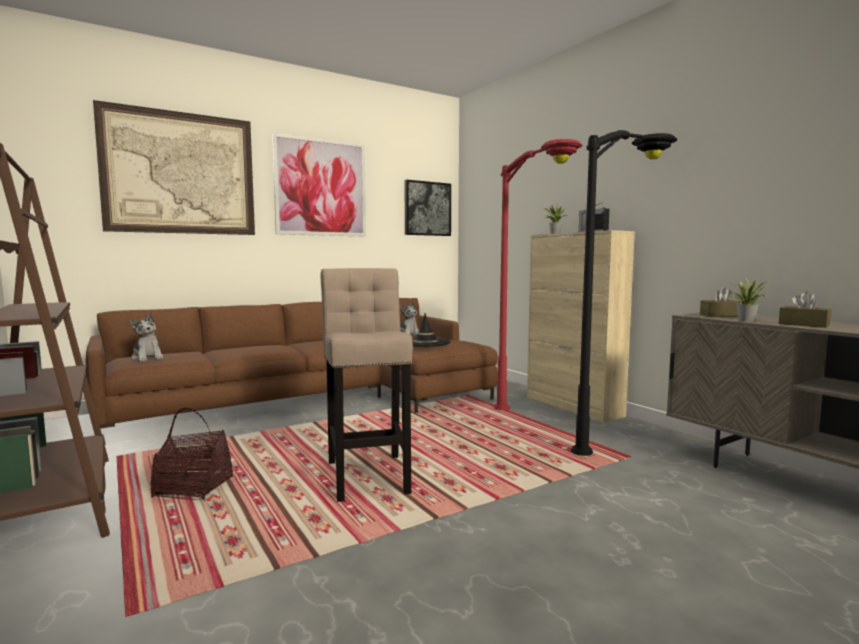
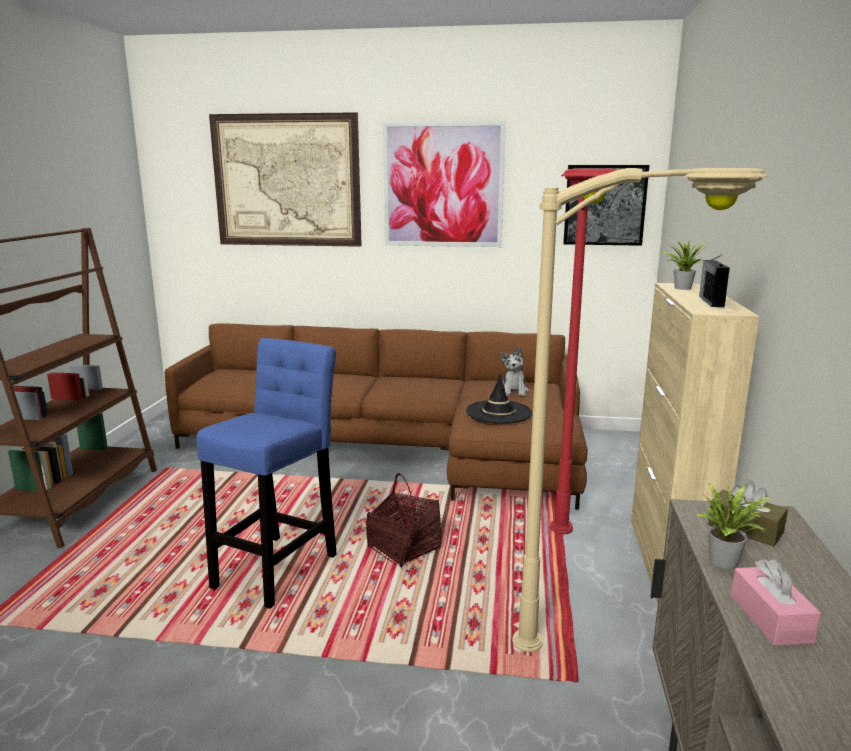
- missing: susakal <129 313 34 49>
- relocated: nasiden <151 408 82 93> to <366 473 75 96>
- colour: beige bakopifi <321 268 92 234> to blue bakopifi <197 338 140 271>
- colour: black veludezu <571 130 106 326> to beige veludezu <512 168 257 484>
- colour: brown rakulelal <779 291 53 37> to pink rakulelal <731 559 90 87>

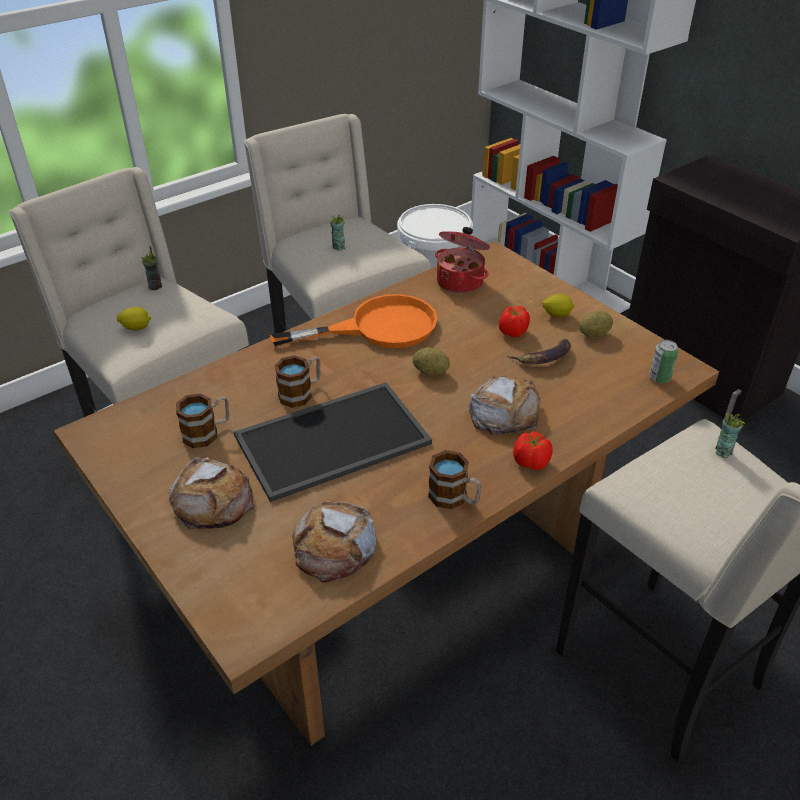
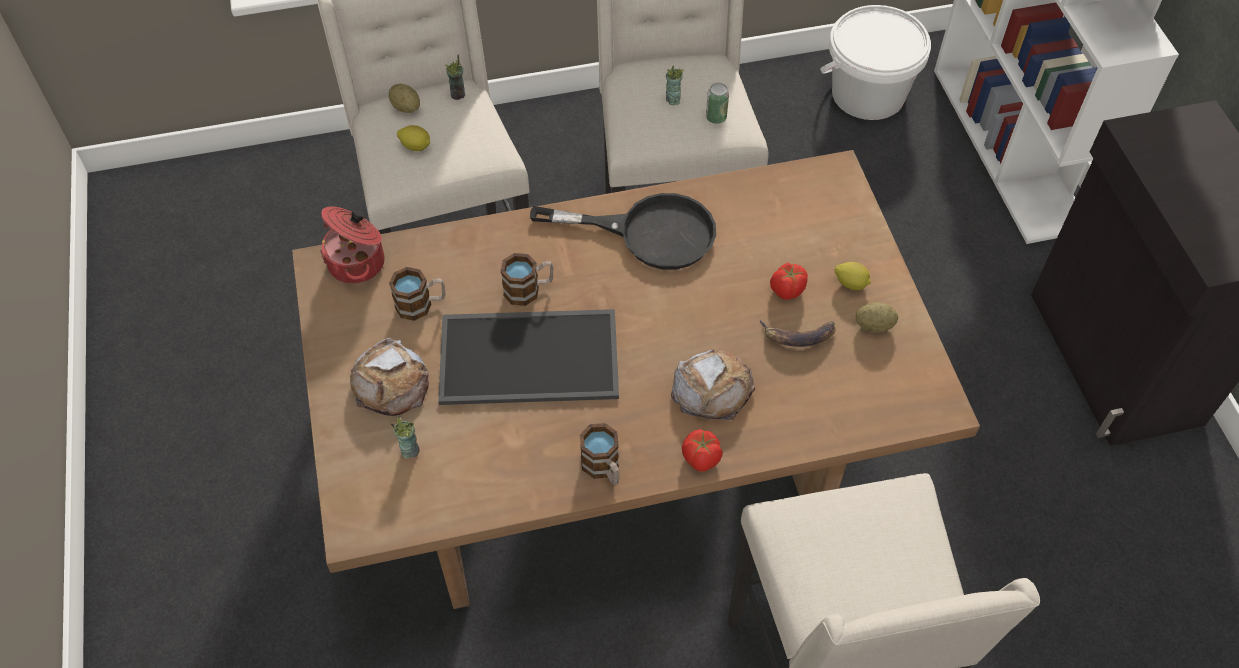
- missing: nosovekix <292 501 85 81>
- relocated: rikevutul <413 347 37 28> to <389 84 31 29>
- relocated: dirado <435 227 55 67> to <320 207 65 77>
- relocated: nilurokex <649 340 29 43> to <706 83 23 41>
- relocated: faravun <715 412 30 46> to <390 417 30 42>
- colour: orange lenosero <270 294 167 54> to black lenosero <530 193 186 77>

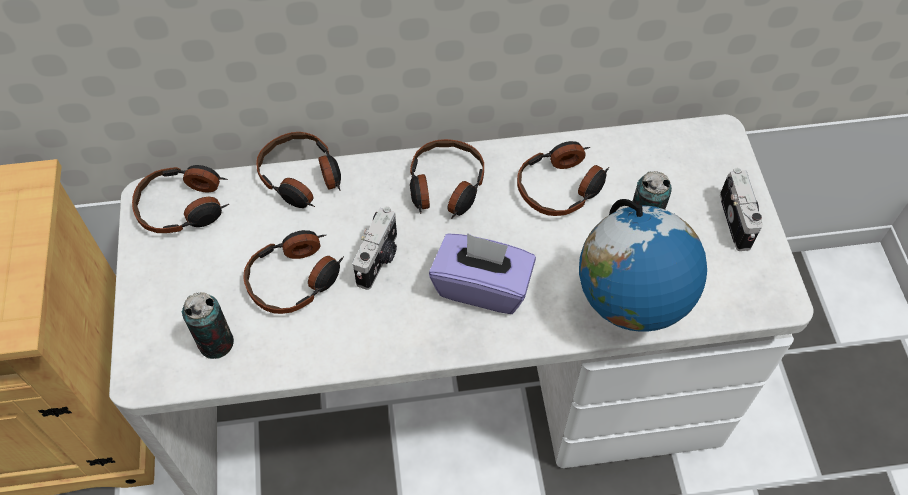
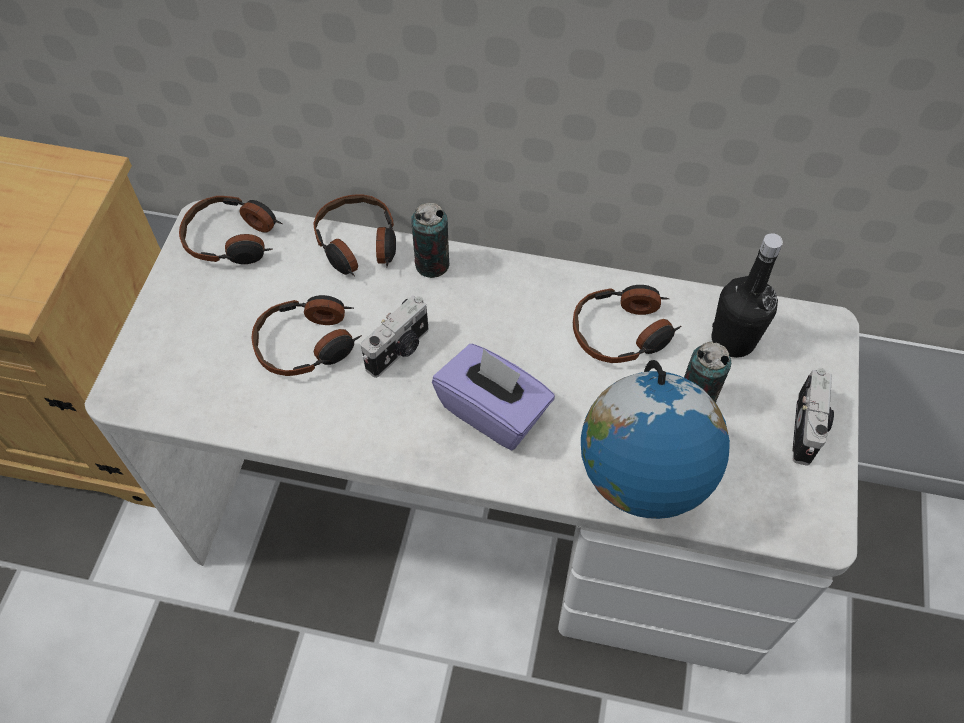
- missing: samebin <410 139 74 80>
- appeared: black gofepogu <712 233 71 125>
- relocated: nilurokex <182 292 52 67> to <411 203 39 75>

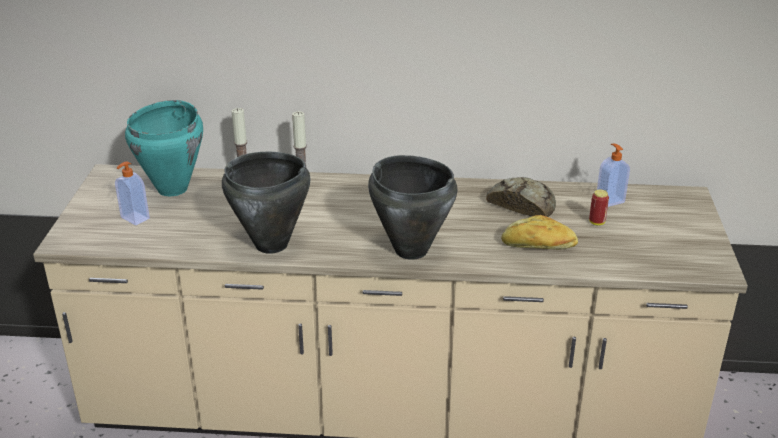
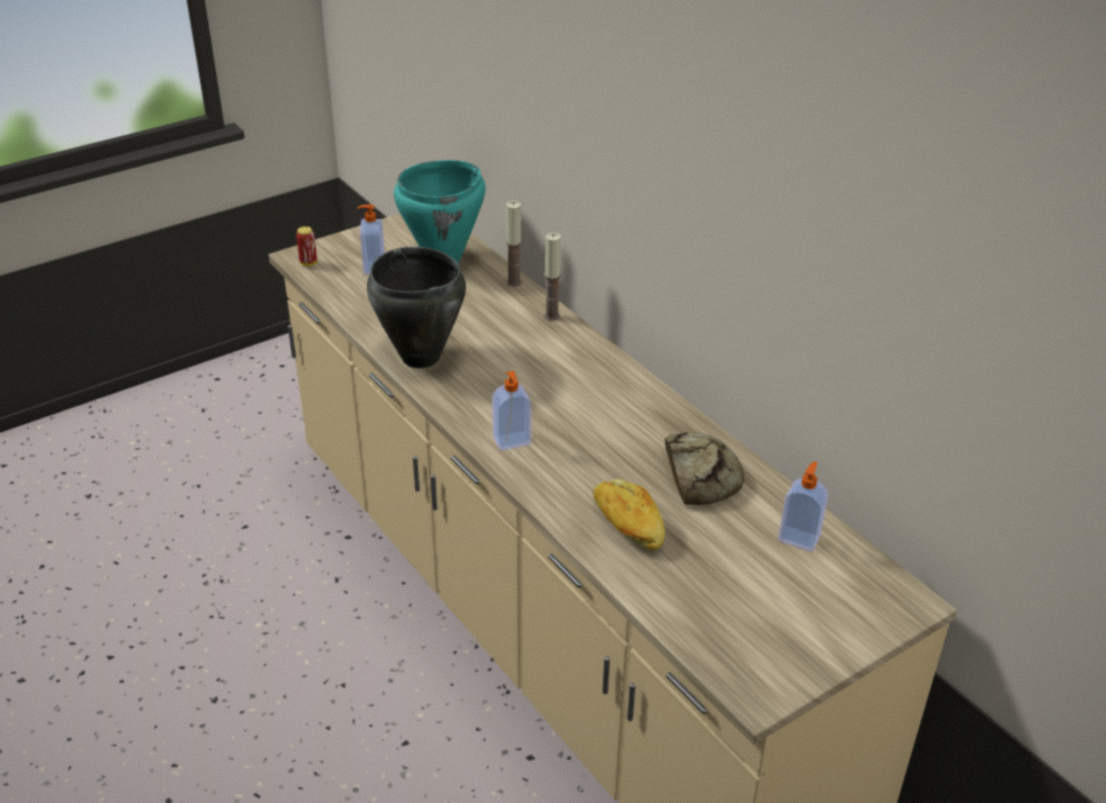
- relocated: nilurokex <589 190 20 35> to <296 226 21 40>
- exchanged: black dirado <368 155 89 105> to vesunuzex <492 371 39 80>

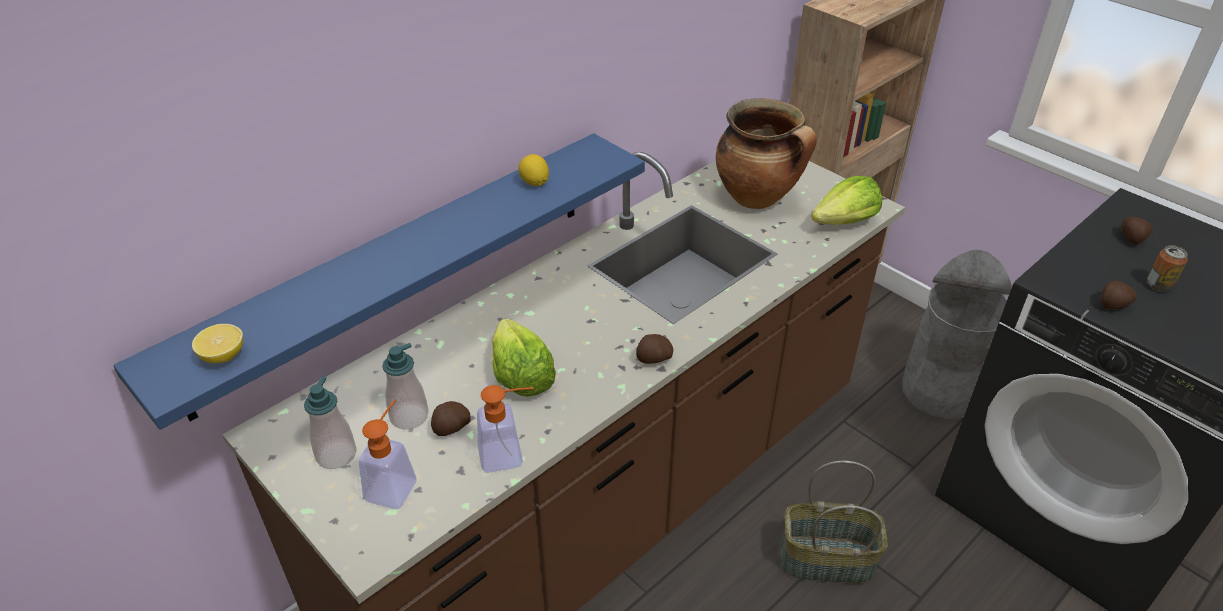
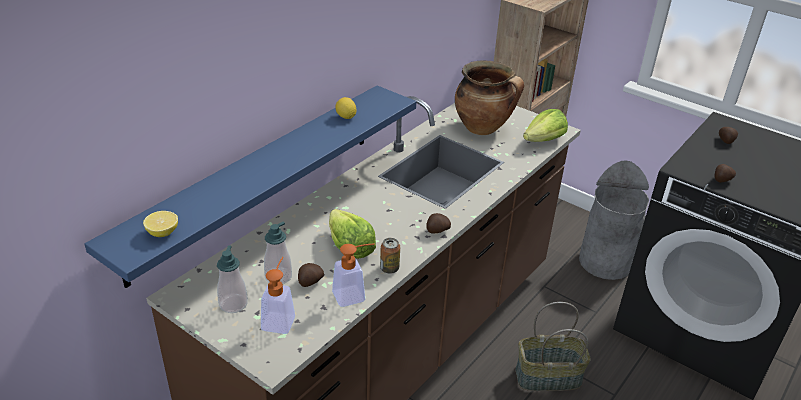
- relocated: nilurokex <1146 245 42 46> to <380 238 20 36>

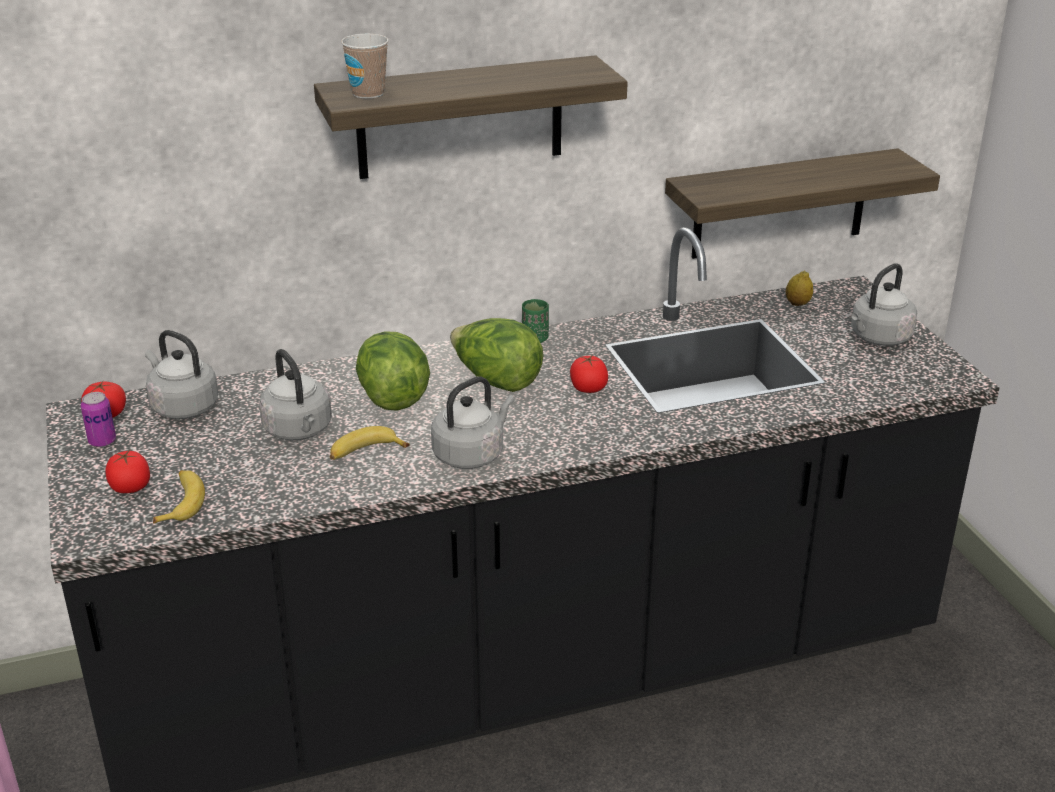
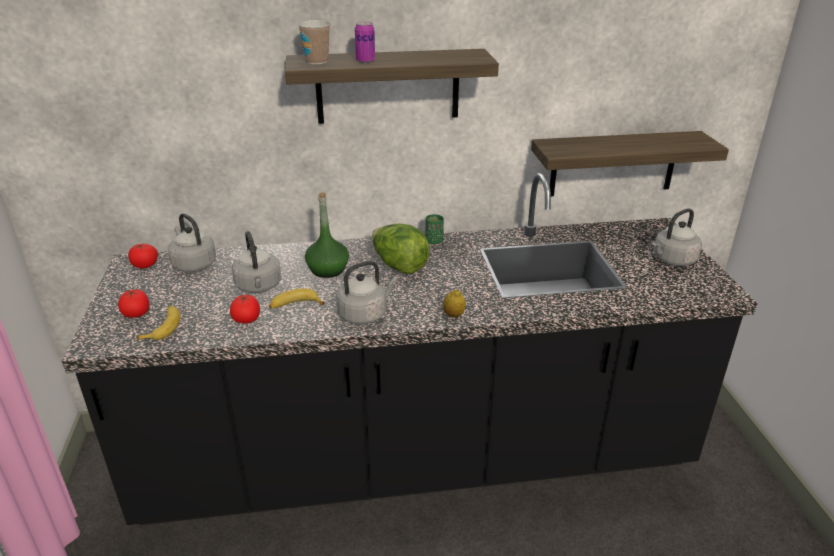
- relocated: nilurokex <81 392 35 55> to <355 22 20 41>
- relocated: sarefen <570 356 38 37> to <230 295 30 28>
- relocated: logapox <786 271 27 35> to <443 289 22 28>
- exchanged: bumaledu <356 332 74 79> to green gofepogu <305 192 44 86>

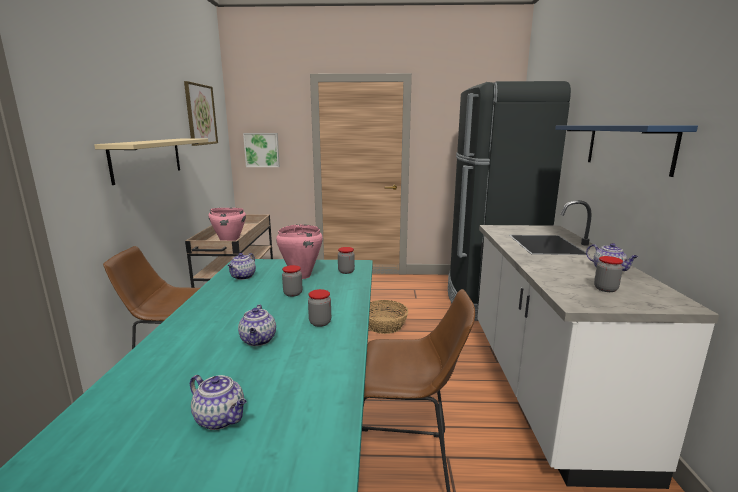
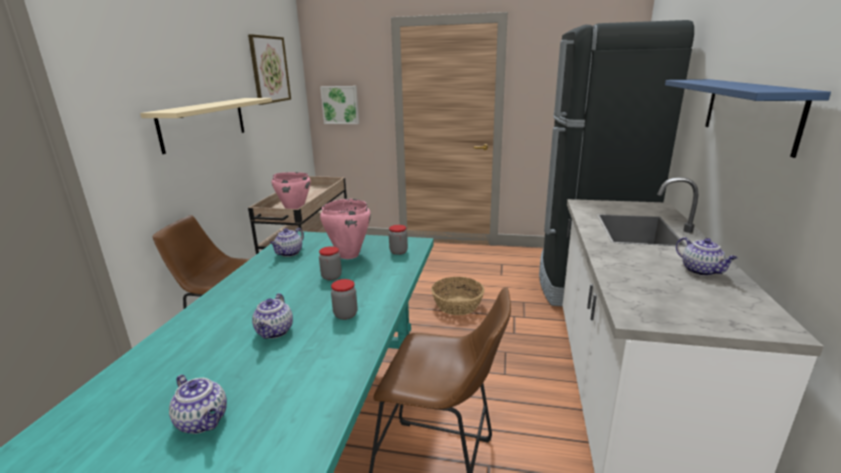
- missing: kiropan <594 256 29 36>

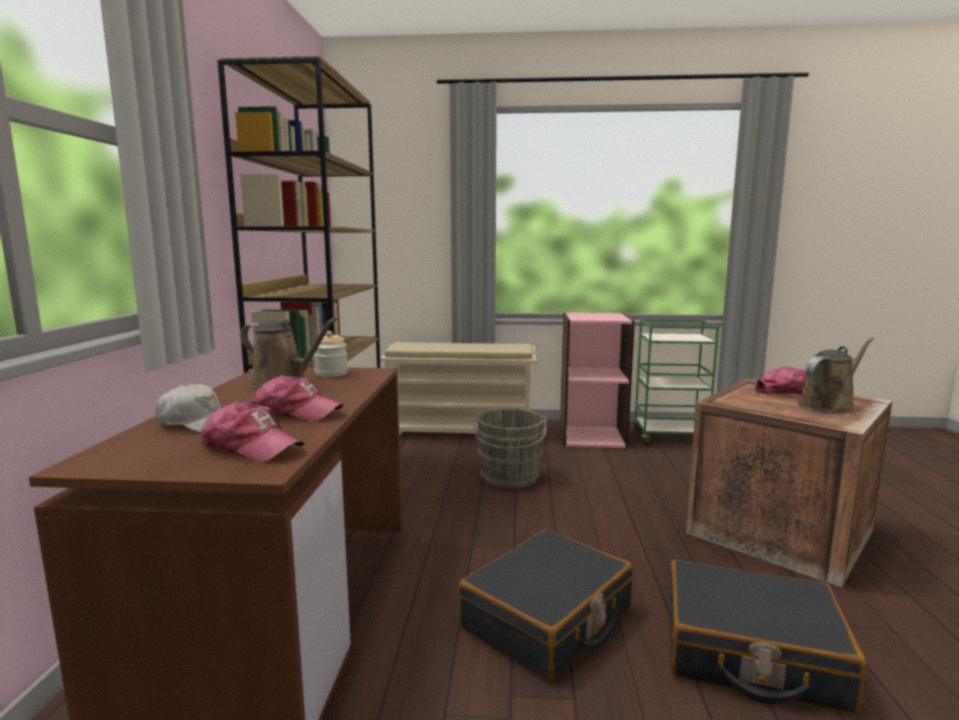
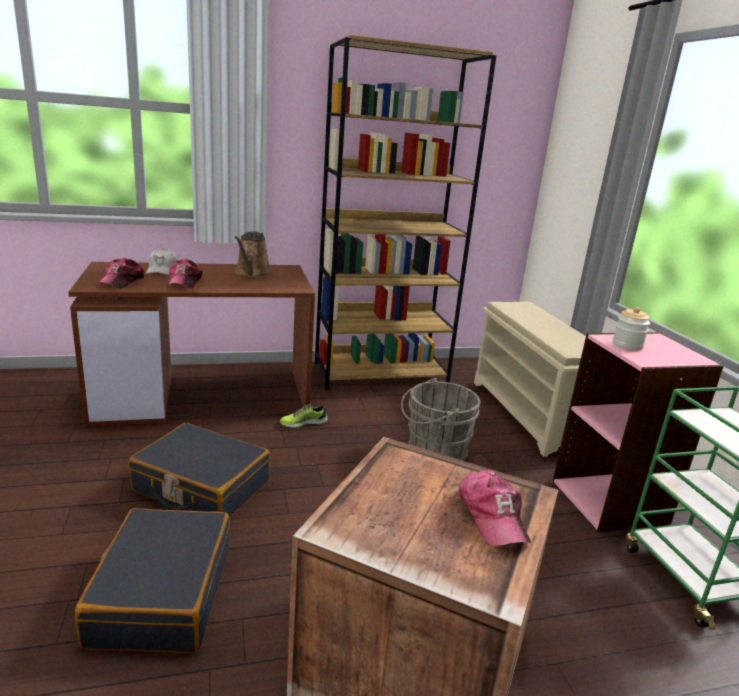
- missing: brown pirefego <797 337 77 76>
- appeared: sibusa <280 404 48 24>
- relocated: kiropan <314 331 34 46> to <613 307 37 44>

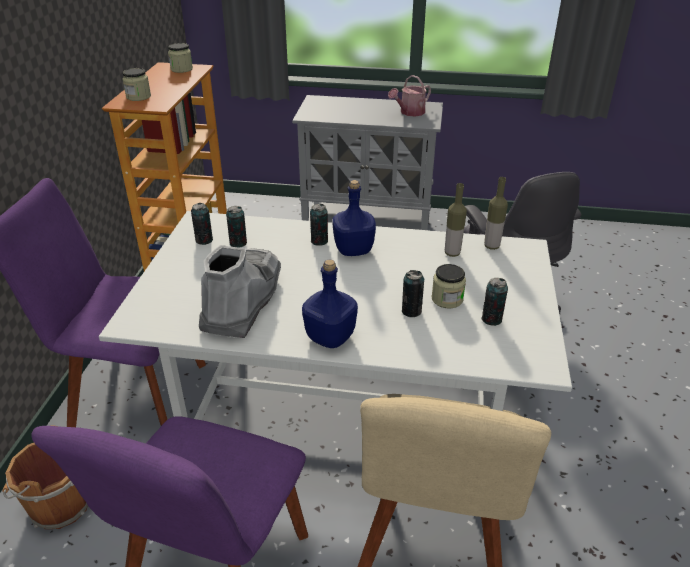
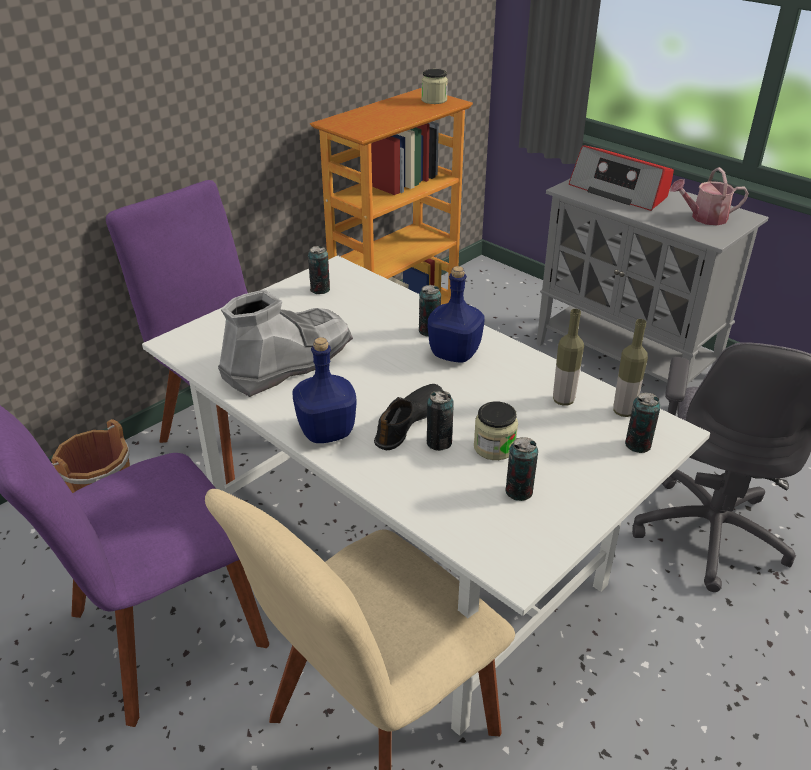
- missing: kiropan <122 68 29 33>
- appeared: black sibusa <374 384 69 66>
- appeared: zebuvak <569 145 105 66>
- relocated: nilurokex <226 206 21 42> to <625 392 36 61>

